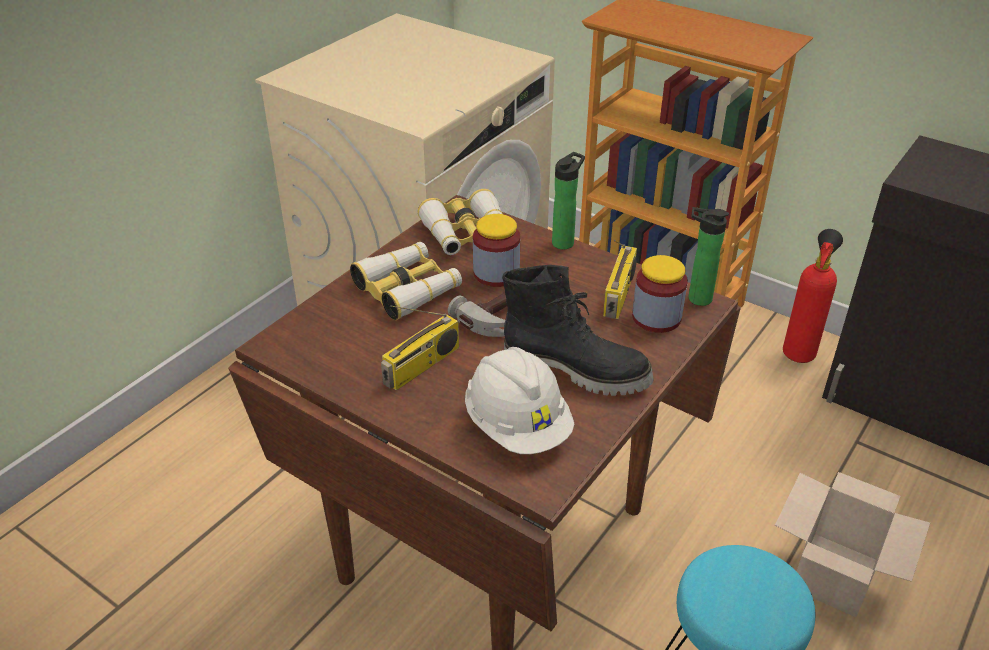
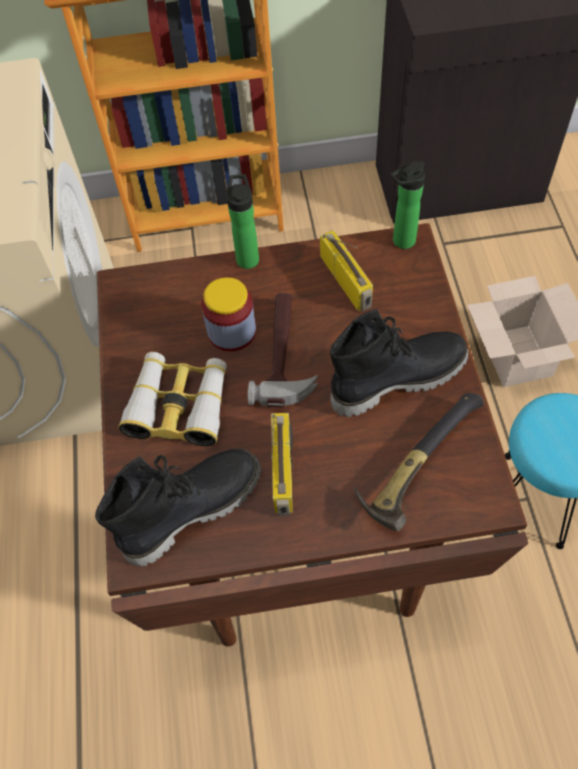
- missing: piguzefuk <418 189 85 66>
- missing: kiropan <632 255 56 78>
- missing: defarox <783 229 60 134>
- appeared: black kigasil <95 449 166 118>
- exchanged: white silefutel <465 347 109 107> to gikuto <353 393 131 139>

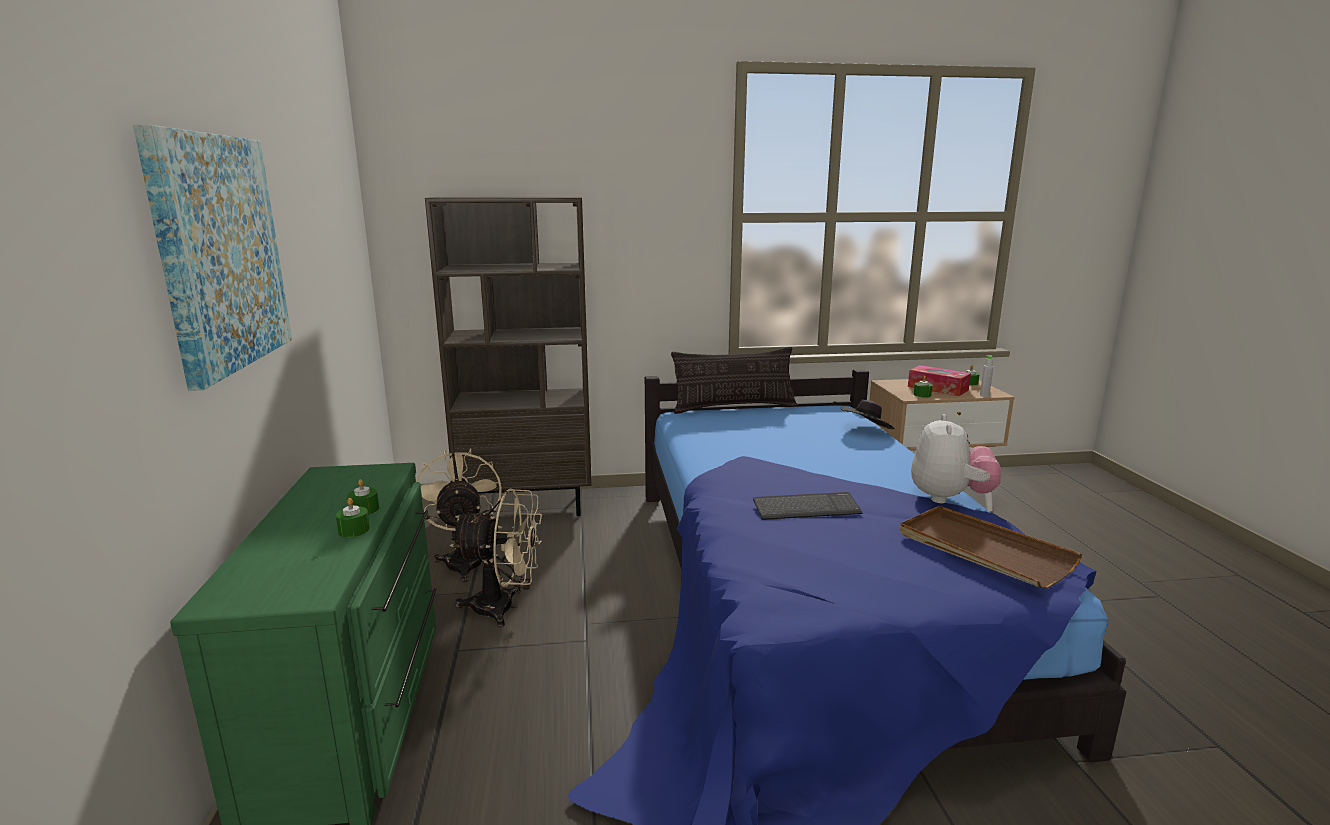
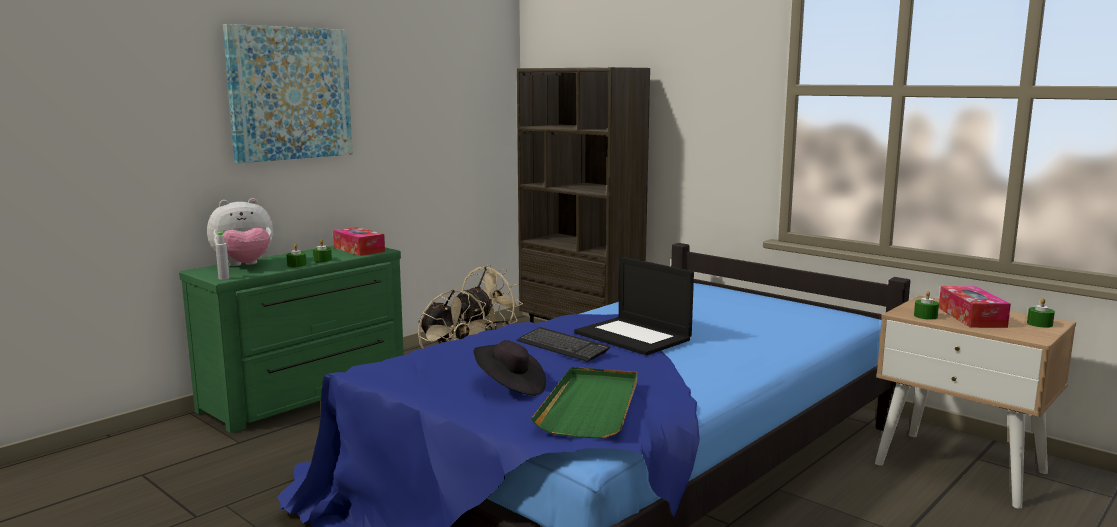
- missing: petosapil <671 347 126 67>
- appeared: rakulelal <333 227 52 29>
- appeared: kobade <574 257 120 98>
- relocated: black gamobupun <841 400 53 29> to <473 340 73 55>
- relocated: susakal <911 414 90 89> to <207 198 66 68>
- relocated: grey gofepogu <980 355 14 42> to <215 231 15 49>
- colour: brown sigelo <900 506 183 83> to green sigelo <532 367 105 72>

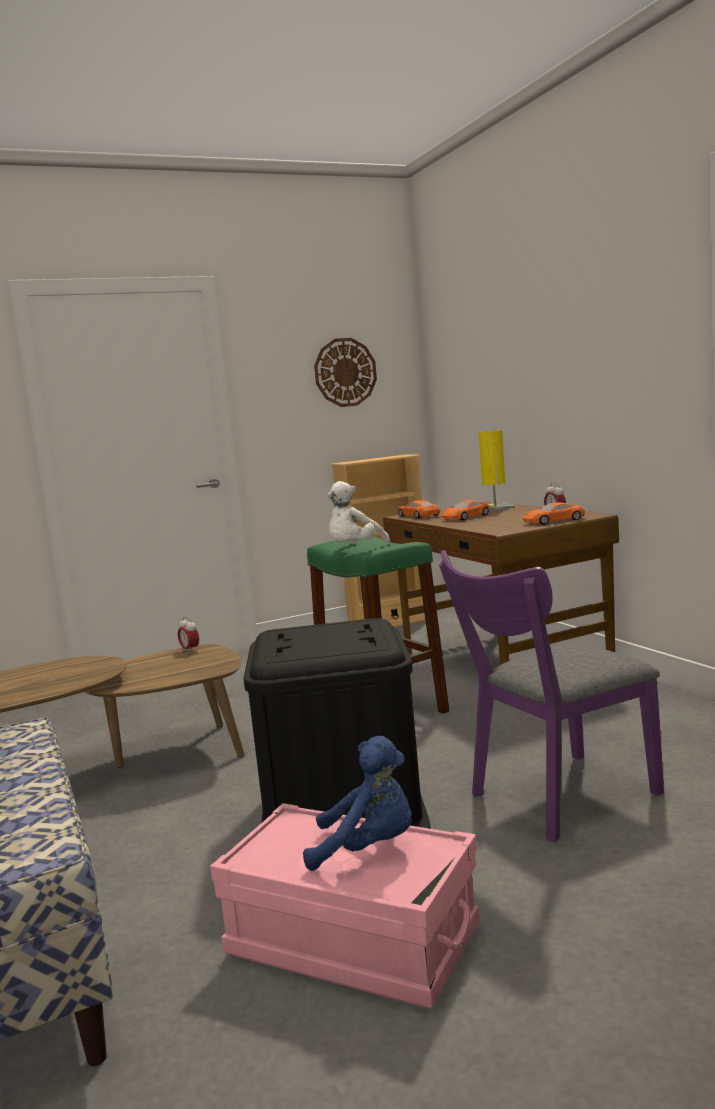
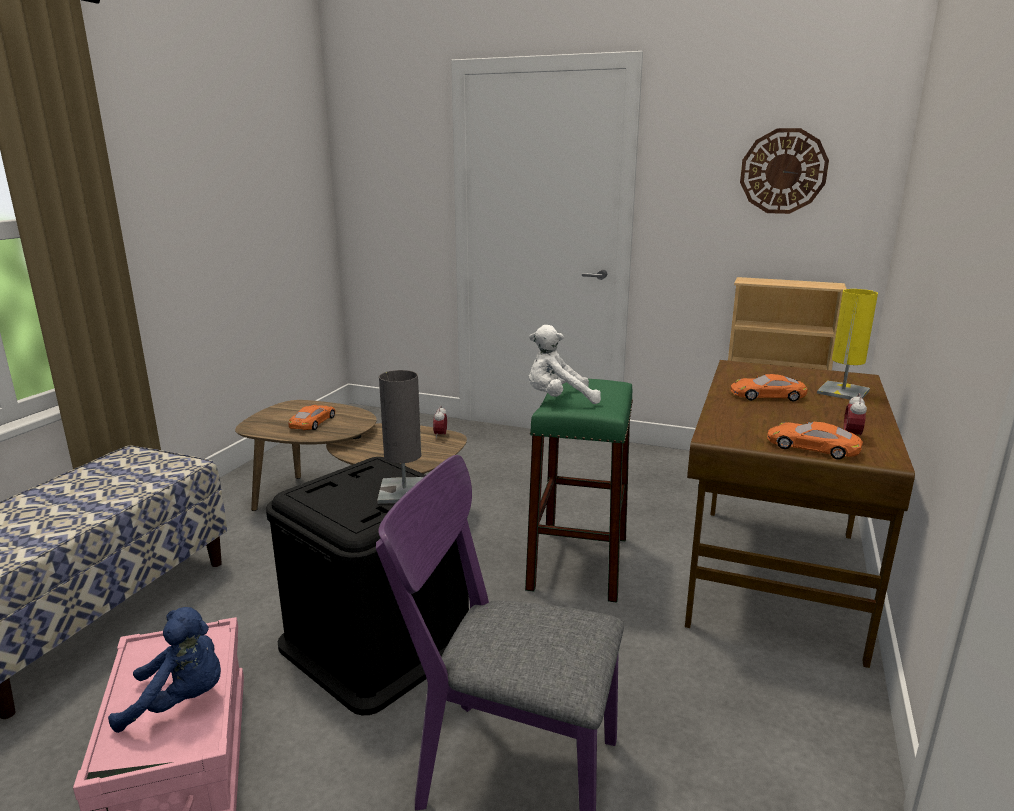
- appeared: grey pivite <377 370 47 134>
- relocated: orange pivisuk <398 500 42 19> to <288 405 47 25>
- spun: blue susakal <303 736 108 135> = <108 607 113 126> 60 degrees counterclockwise

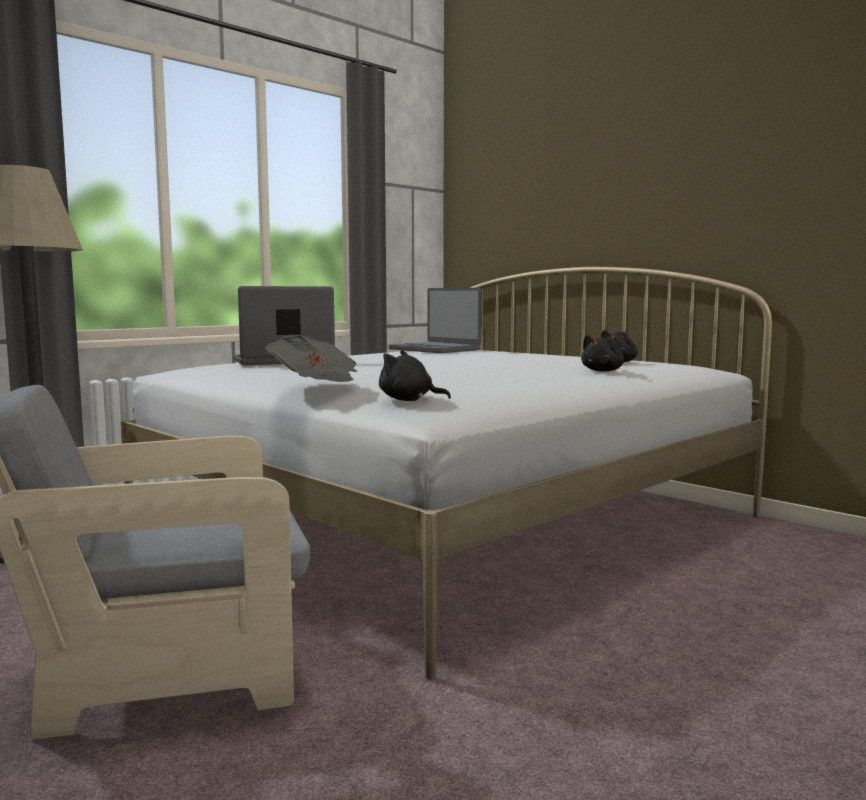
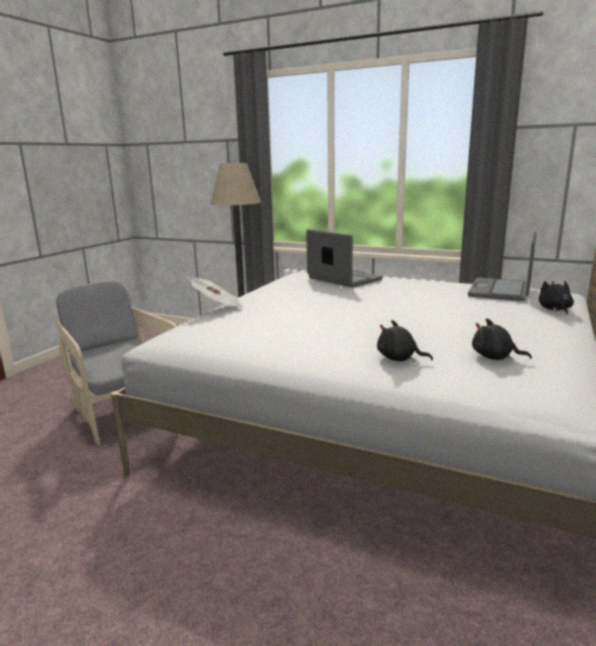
- relocated: black susakal <379 350 72 51> to <539 281 35 34>

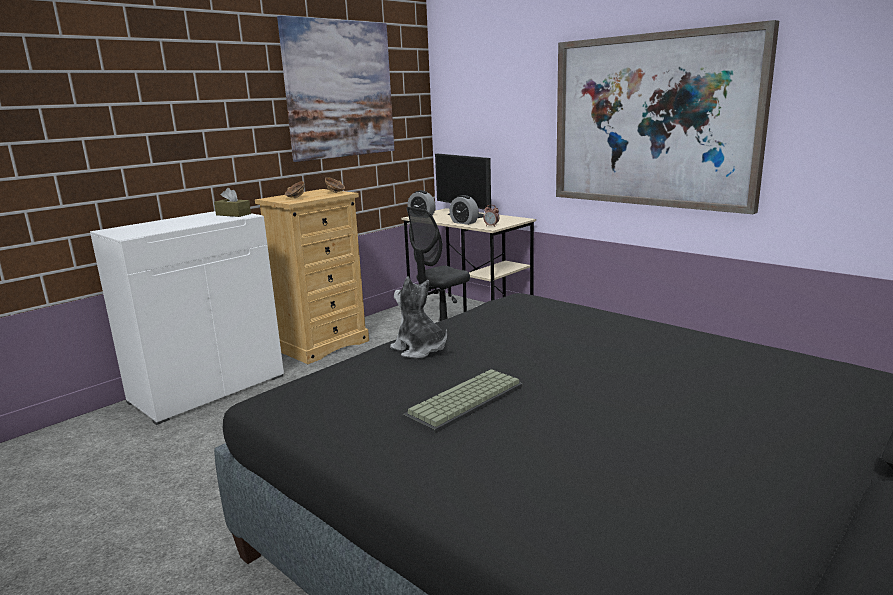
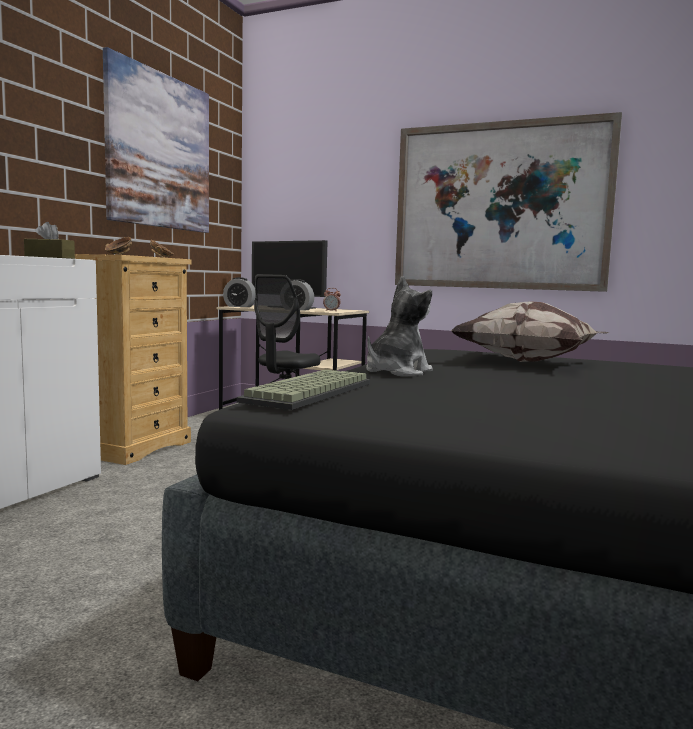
- appeared: petosapil <451 301 158 61>
- relocated: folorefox <403 369 120 64> to <237 370 133 40>
- spun: susakal <390 276 57 83> = <366 276 67 100> 105 degrees clockwise

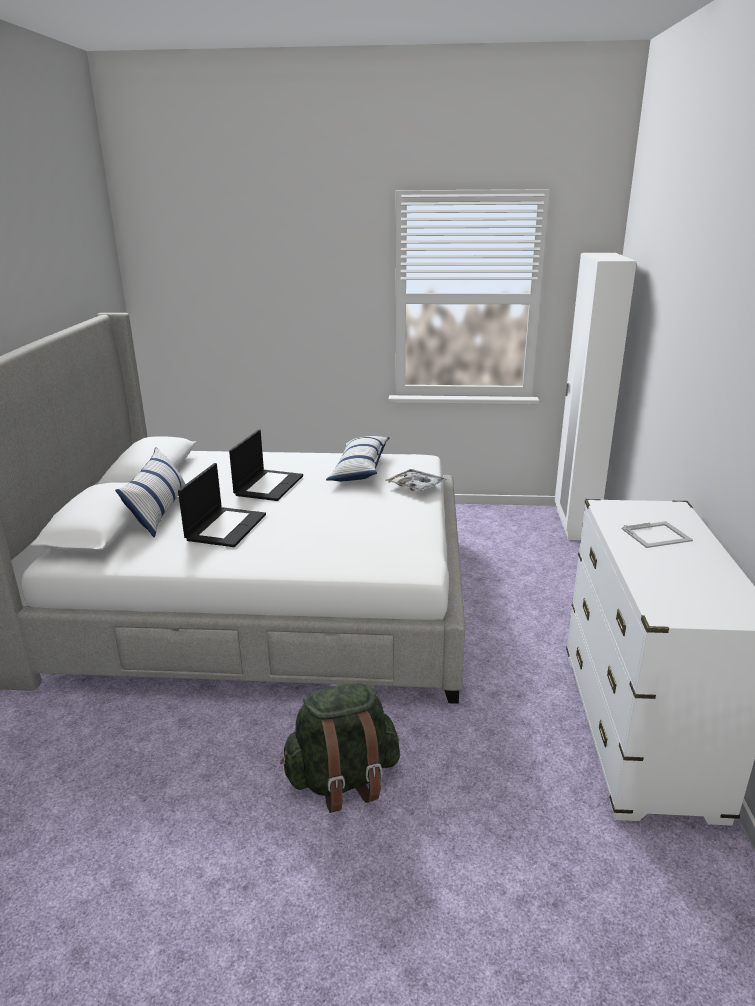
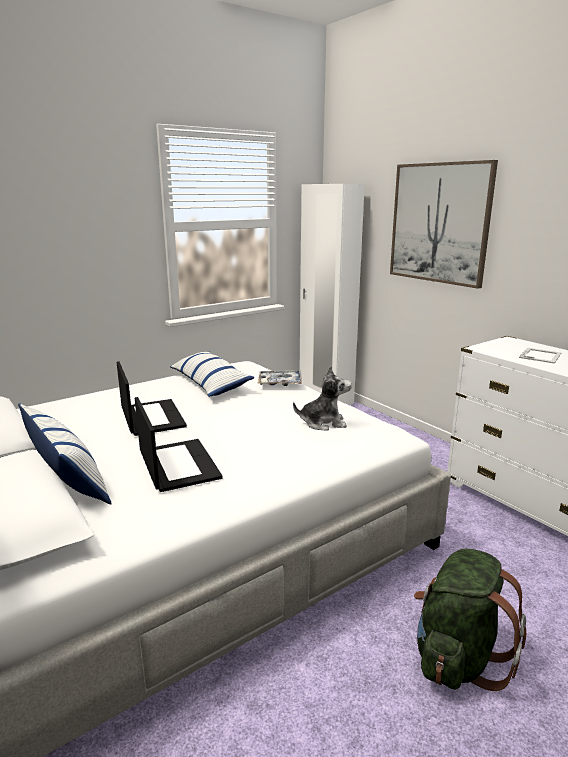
- appeared: susakal <293 366 59 65>
- appeared: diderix <390 160 108 129>

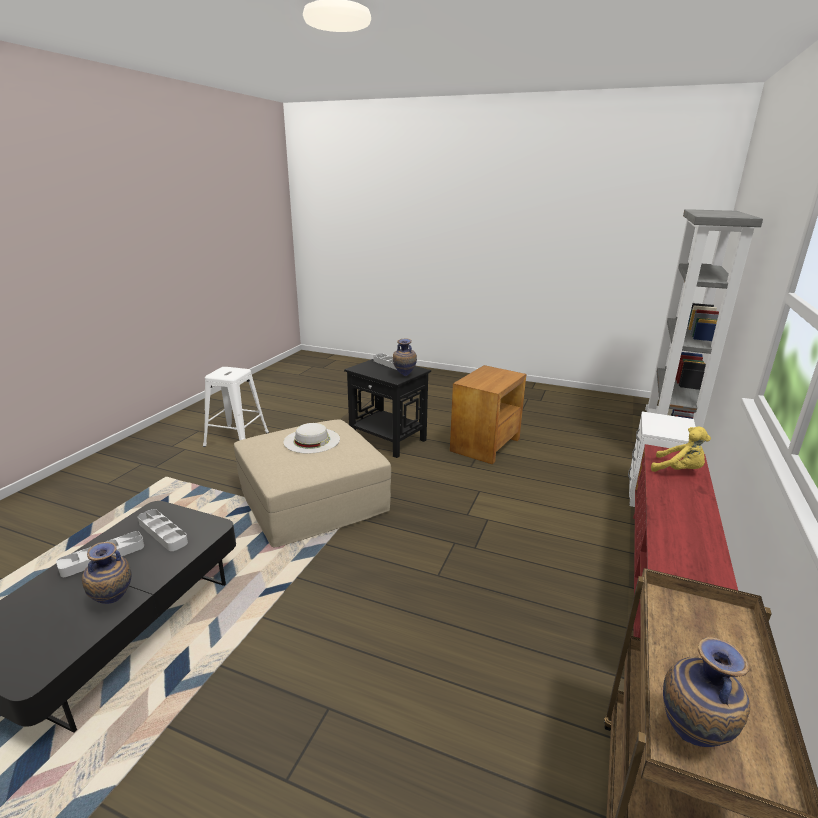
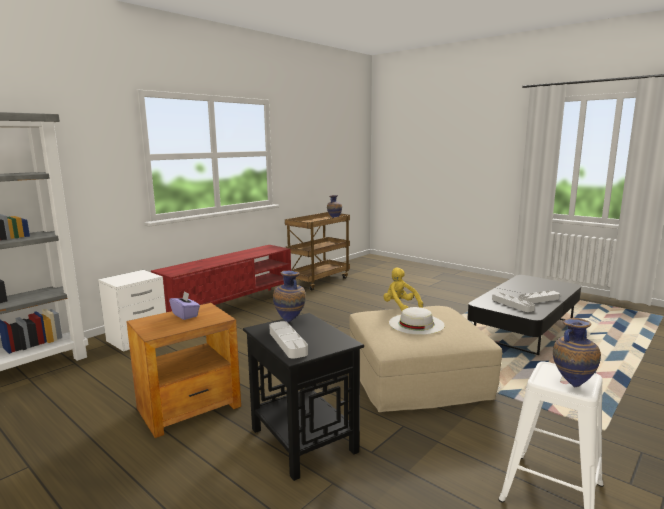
- appeared: purple rakulelal <169 291 31 29>
- relocated: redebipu <82 542 50 62> to <553 318 48 69>
- relocated: yellow susakal <651 427 60 45> to <383 267 40 44>

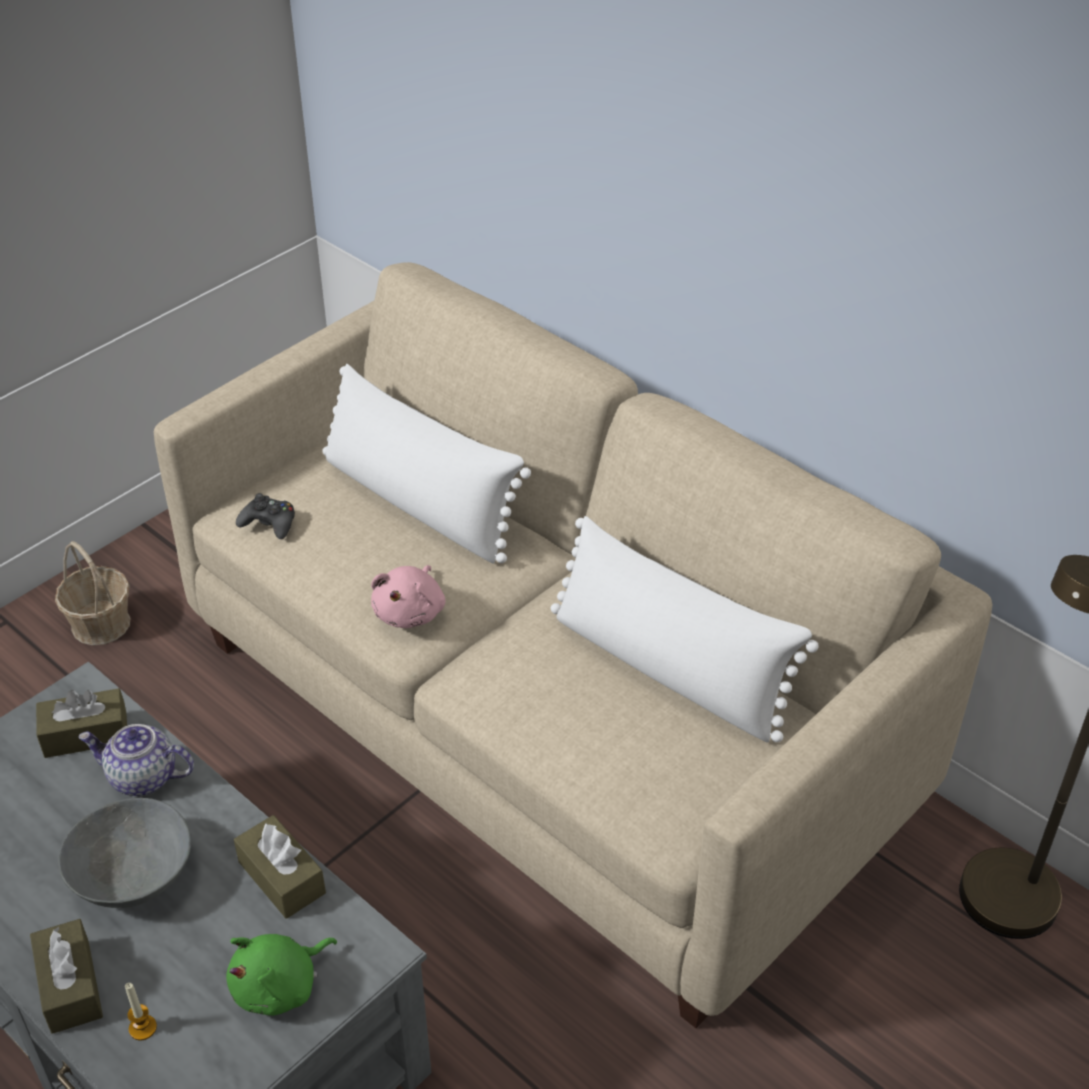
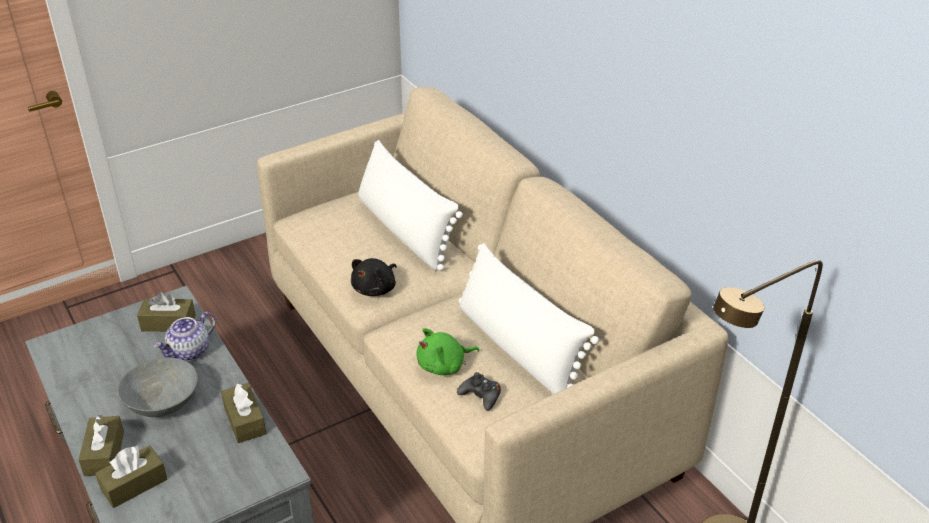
- missing: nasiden <55 541 75 104>
- relocated: green susakal <226 934 111 82> to <417 328 62 47>
- relocated: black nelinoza <236 493 59 46> to <457 372 44 39>
- exchanged: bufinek <125 983 32 57> to brown rakulelal <95 445 72 63>
- colour: pink susakal <371 565 74 63> to black susakal <351 258 46 38>
- spun: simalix <78 724 116 72> = <154 312 62 49> 75 degrees counterclockwise

